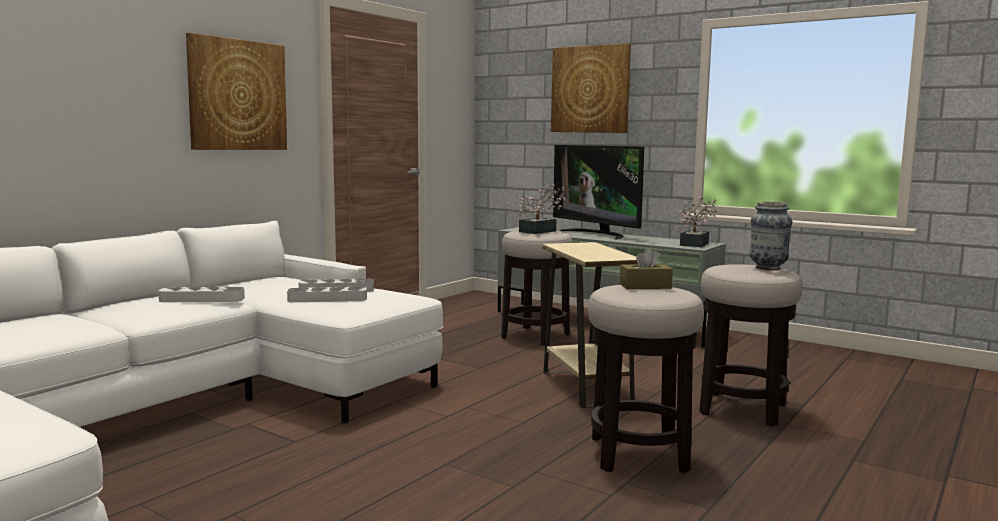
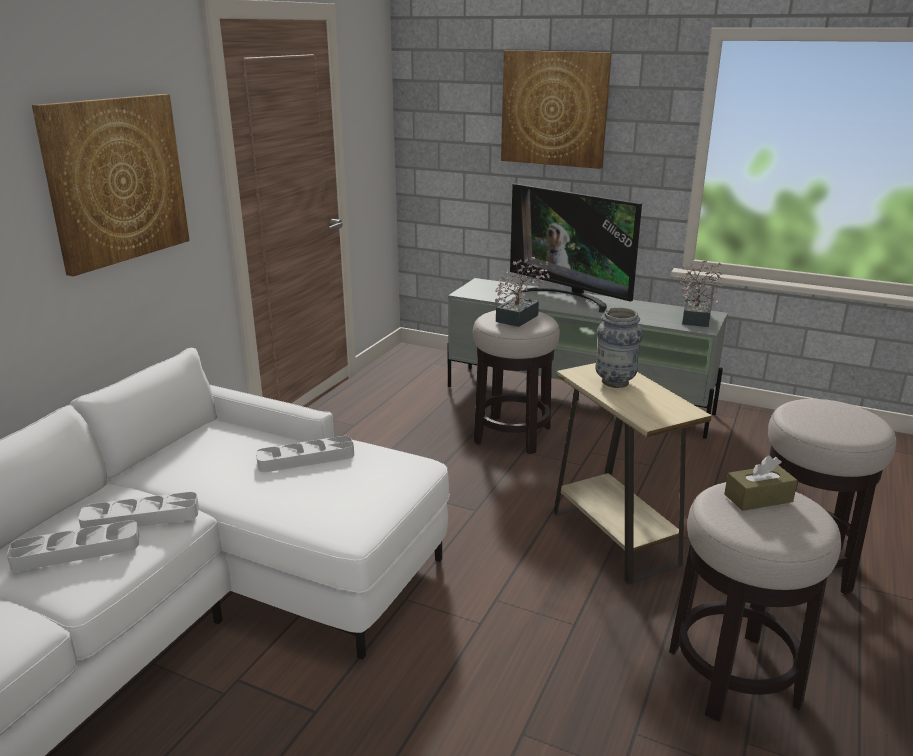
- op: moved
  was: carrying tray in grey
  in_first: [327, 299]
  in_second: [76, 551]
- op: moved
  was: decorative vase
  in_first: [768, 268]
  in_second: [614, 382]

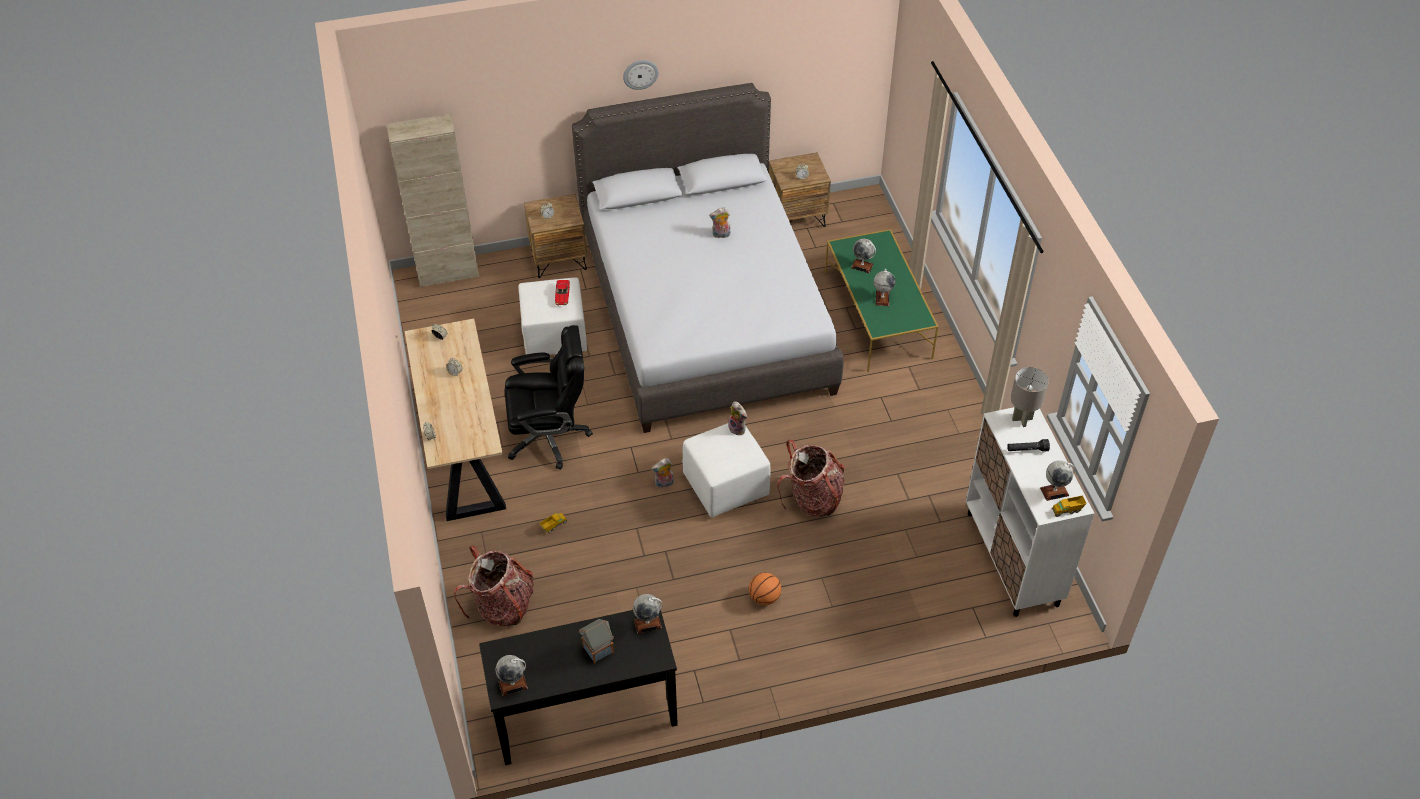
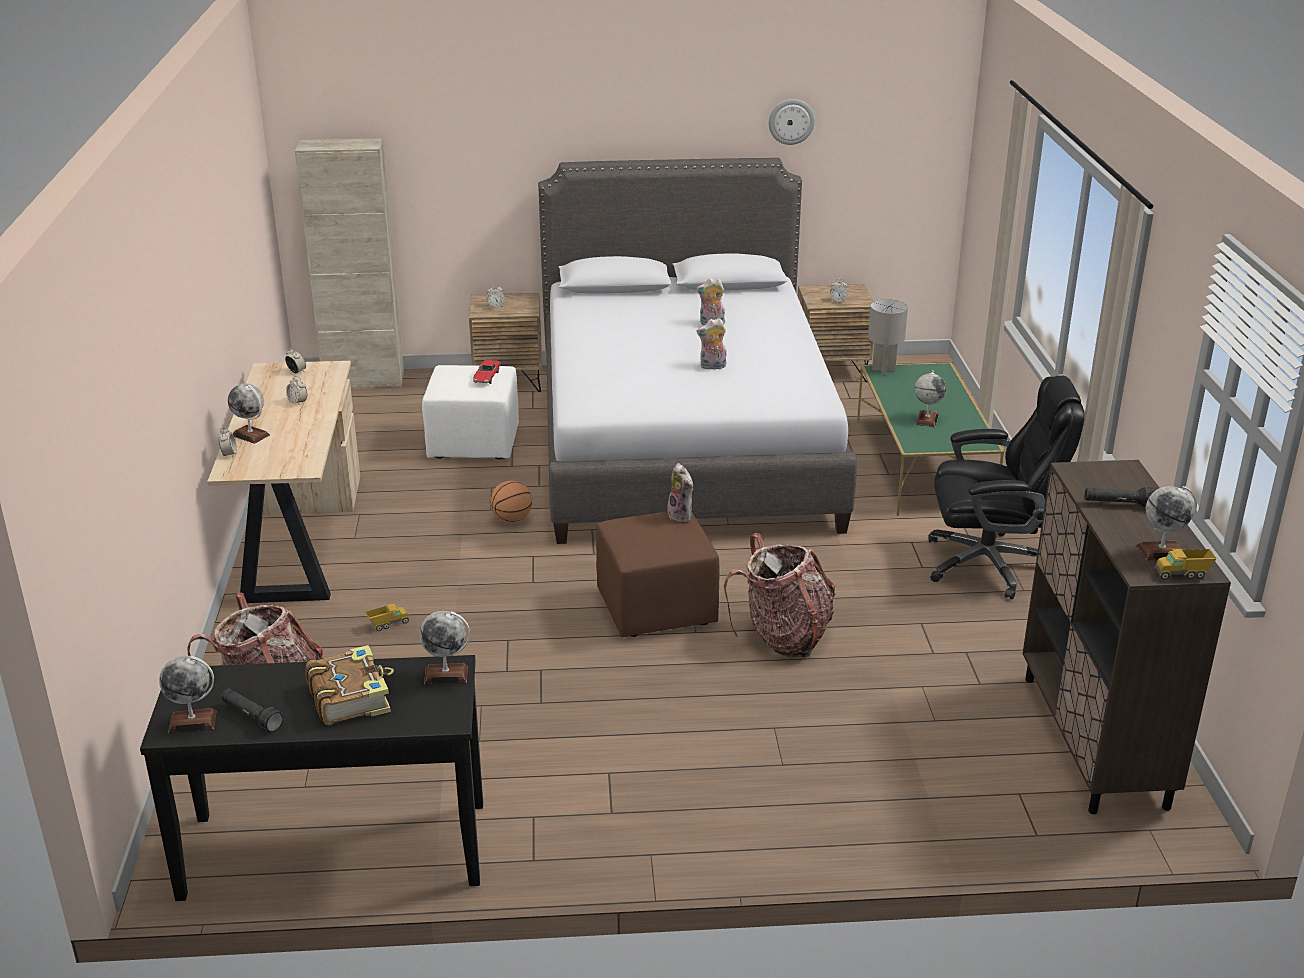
- op: added
  now: flashlight in black-coloured
  in_second: [251, 717]
- op: moved
  was: globe
  in_first: [862, 266]
  in_second: [251, 435]
- op: replaced
  was: toy house
  now: bound book
  in_first: [597, 650]
  in_second: [350, 697]
- op: moved
  was: basketball ball
  in_first: [764, 598]
  in_second: [512, 519]
- op: recoloured
  was: ottoman in white
  now: ottoman in brown-coloured
  in_first: [725, 486]
  in_second: [655, 609]
- op: moved
  was: plush toy
  in_first: [664, 484]
  in_second: [712, 367]
- op: moved
  was: wall clock
  in_first: [640, 74]
  in_second: [791, 121]
- op: moved
  was: table lamp in grey
  in_first: [1021, 419]
  in_second: [883, 369]
- op: moved
  was: computer chair in black-coloured
  in_first: [550, 436]
  in_second: [989, 564]
- op: recoloured
  was: cupboard in white
  now: cupboard in brown-coloured
  in_first: [1012, 559]
  in_second: [1094, 741]

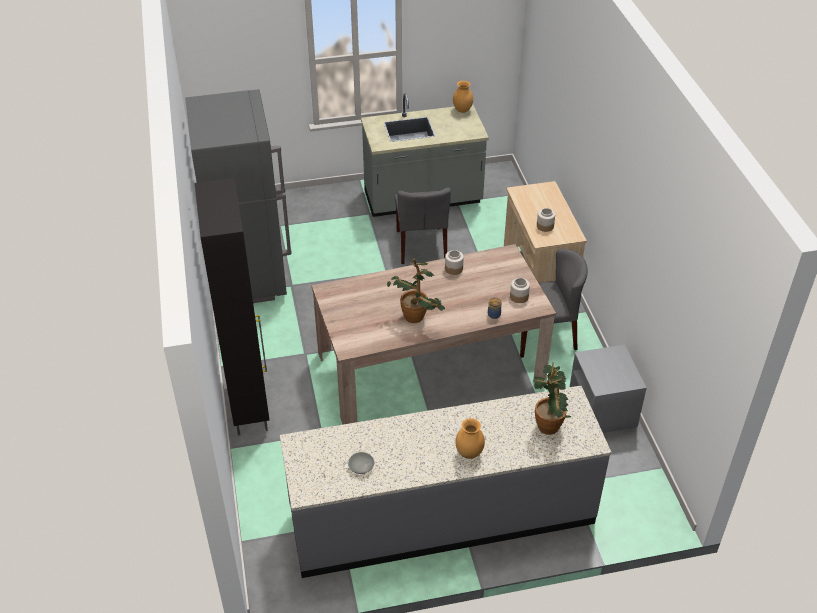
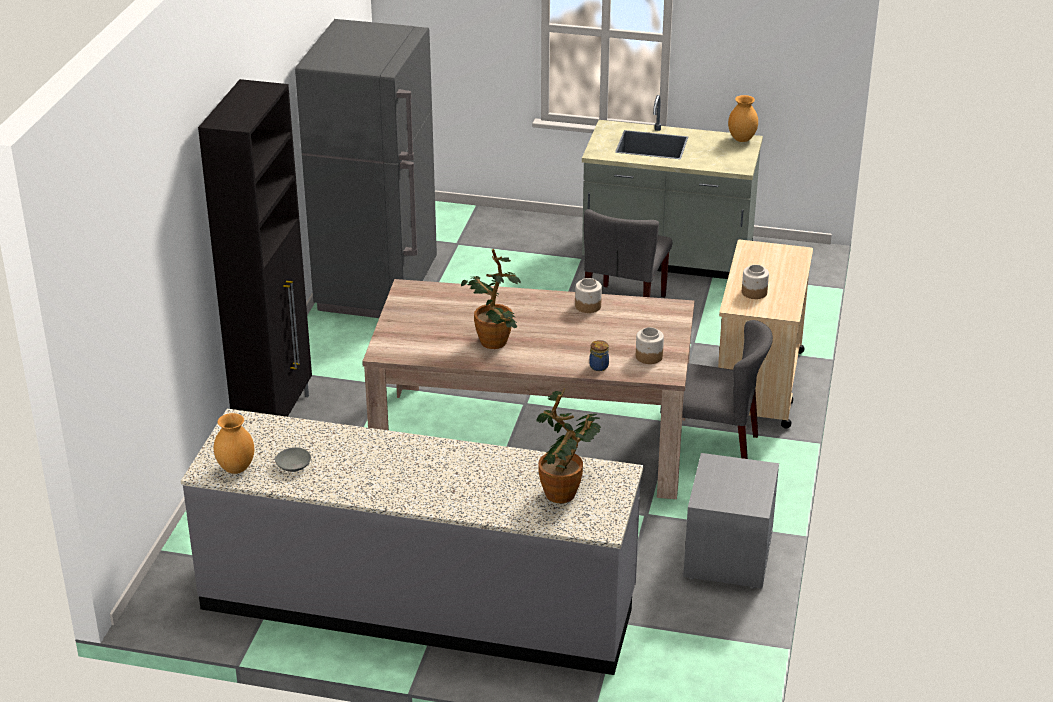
- op: moved
  was: decorative vase in brown-coloured
  in_first: [468, 453]
  in_second: [235, 469]

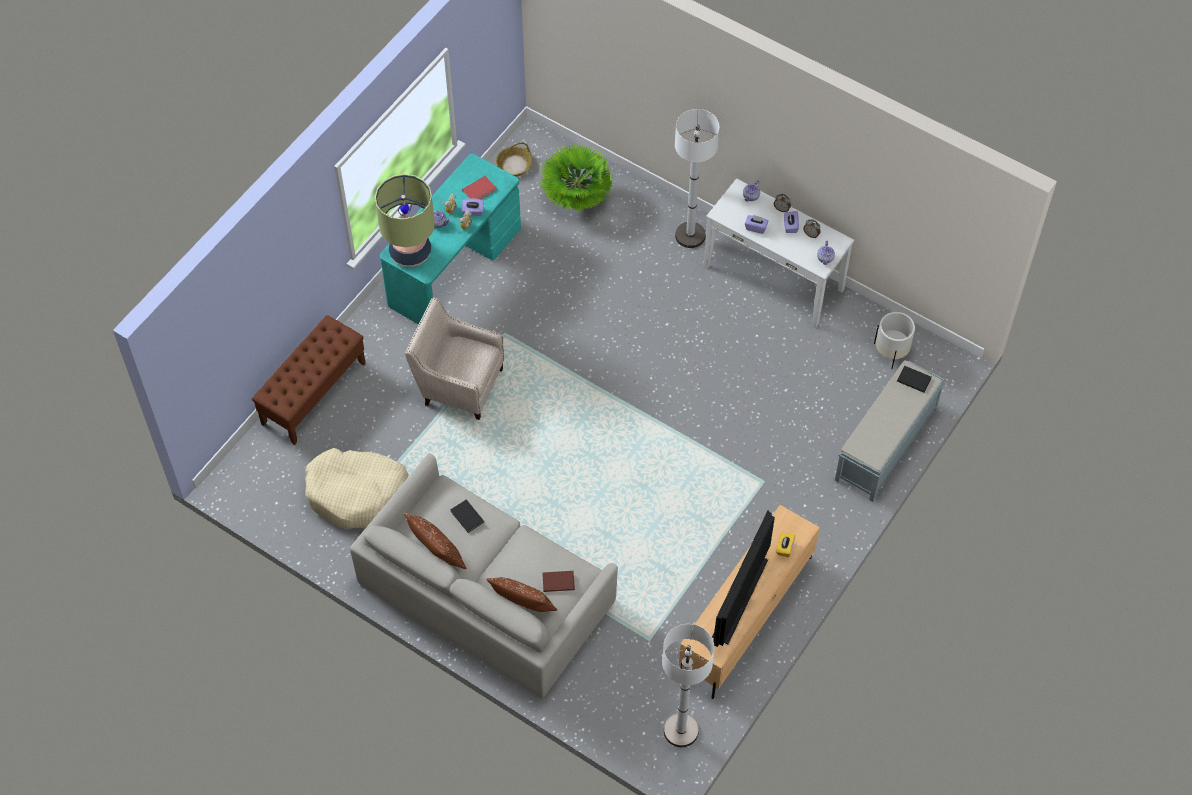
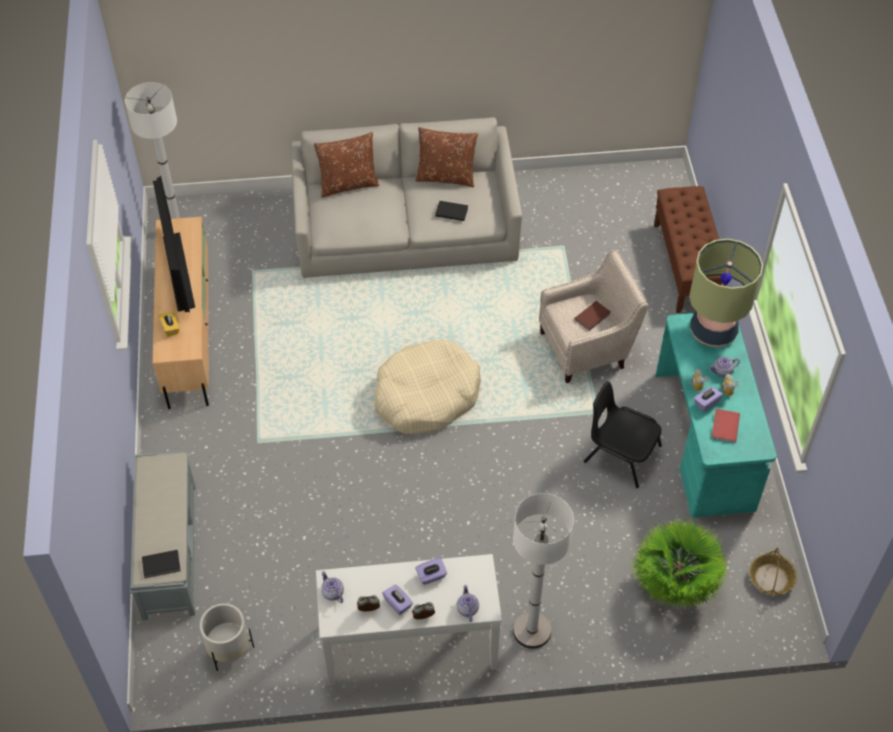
- op: moved
  was: pet bed in sand-coloured
  in_first: [358, 494]
  in_second: [426, 396]
- op: moved
  was: bound book in brown-coloured
  in_first: [558, 581]
  in_second: [593, 317]
- op: added
  now: chair in black-coloured
  in_second: [621, 454]

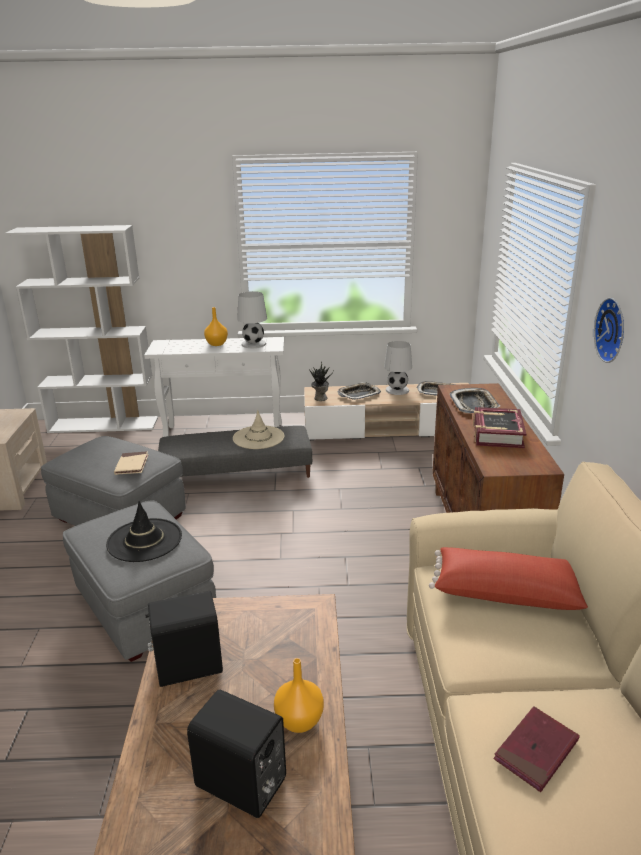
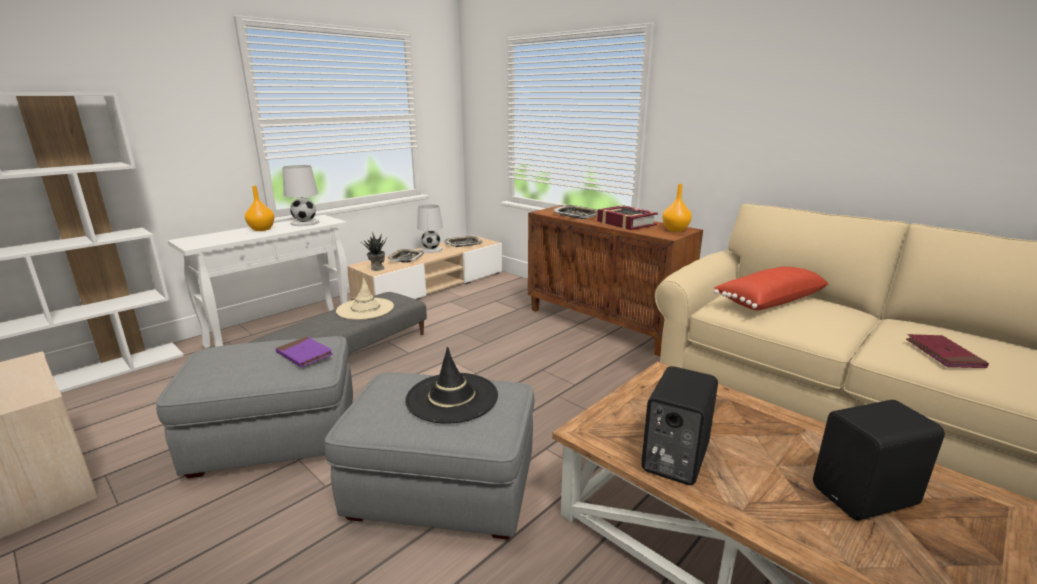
- op: recoloured
  was: bound book in sand-coloured
  now: bound book in purple
  in_first: [132, 465]
  in_second: [304, 354]
- op: moved
  was: decorative vase in orangey
  in_first: [300, 721]
  in_second: [675, 230]
- op: removed
  was: wall clock
  in_first: [613, 330]

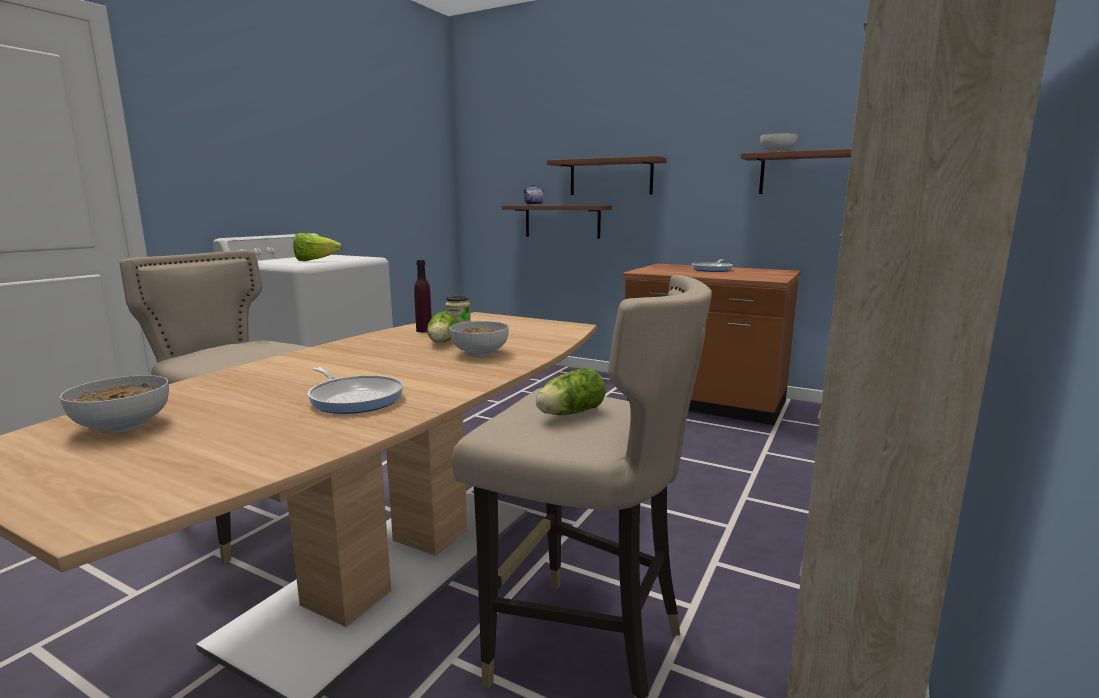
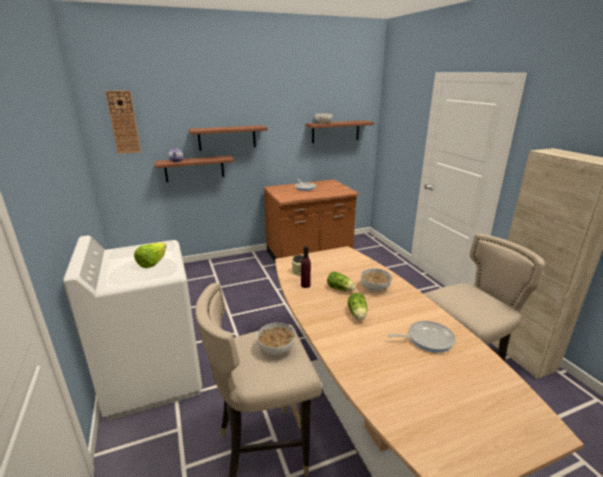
- op: added
  now: wall clock
  in_second: [123, 122]
- op: moved
  was: deep dish
  in_first: [121, 426]
  in_second: [276, 349]
- op: moved
  was: lettuce head
  in_first: [568, 413]
  in_second: [357, 314]

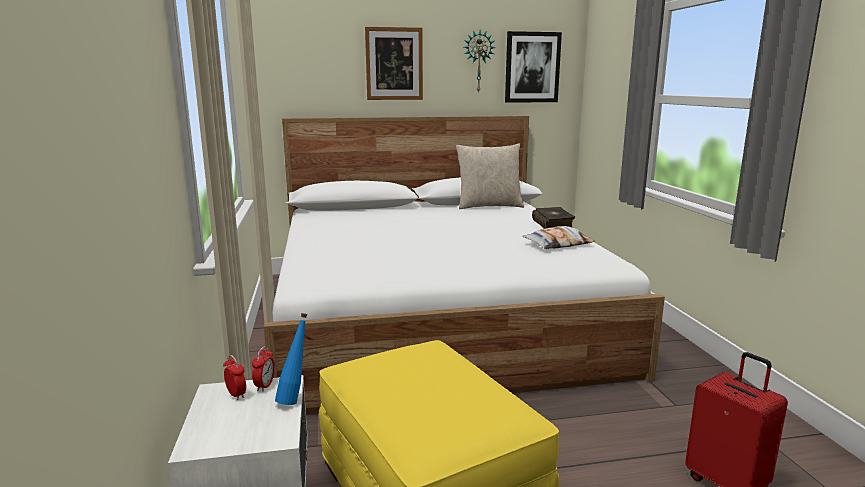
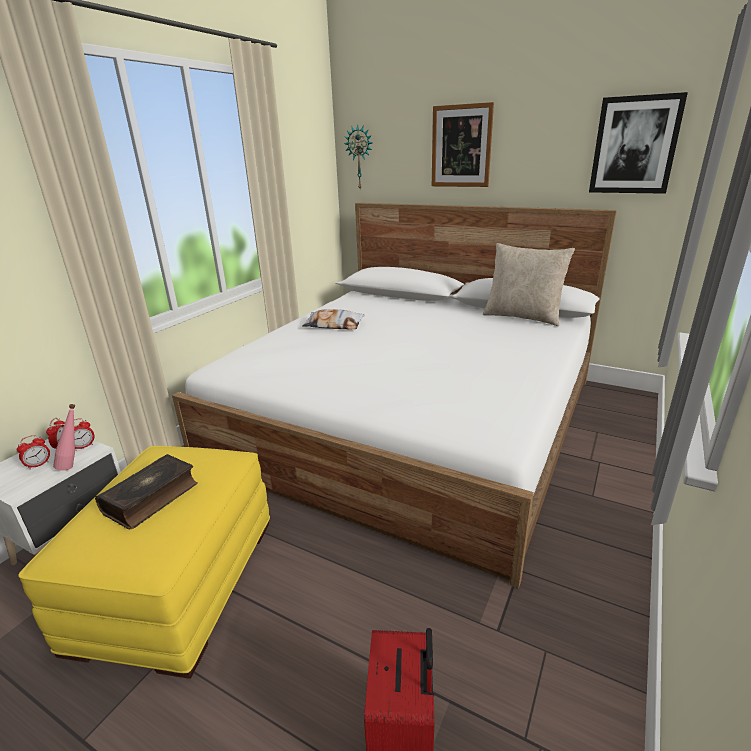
- op: added
  now: table clock
  in_second: [38, 464]
- op: recoloured
  was: bottle in blue
  now: bottle in pink
  in_first: [295, 399]
  in_second: [75, 466]
- op: moved
  was: bound book
  in_first: [553, 226]
  in_second: [152, 498]
- op: moved
  was: throw pillow
  in_first: [558, 244]
  in_second: [334, 325]
- op: moved
  was: wall clock
  in_first: [478, 61]
  in_second: [360, 158]

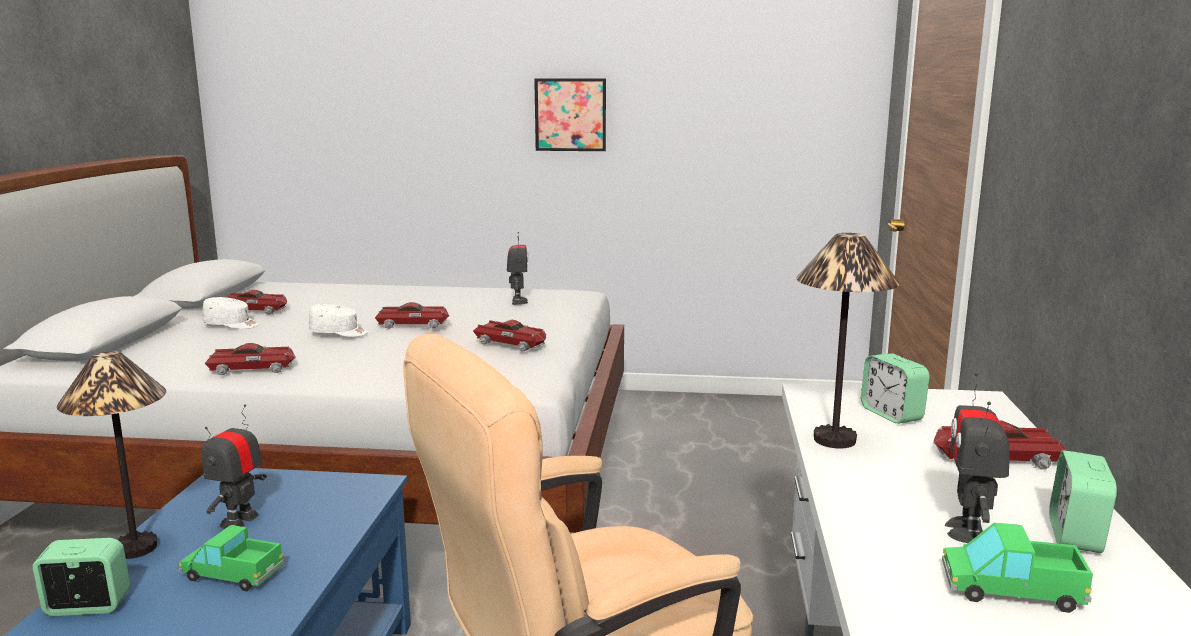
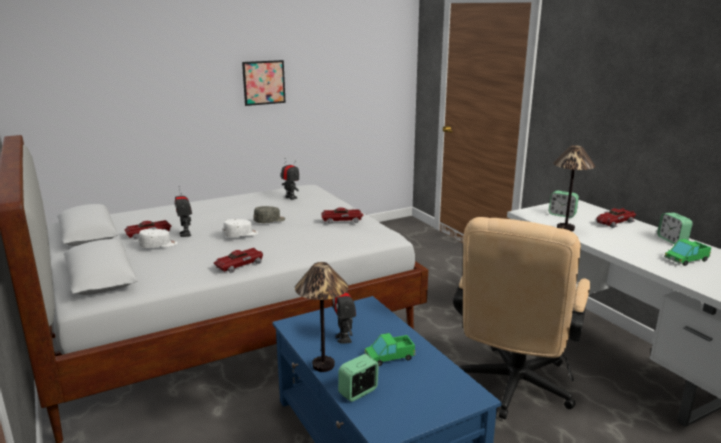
- op: moved
  was: toy robot
  in_first: [968, 532]
  in_second: [186, 234]
- op: replaced
  was: toy car
  now: peaked cap in grey
  in_first: [413, 324]
  in_second: [270, 221]

